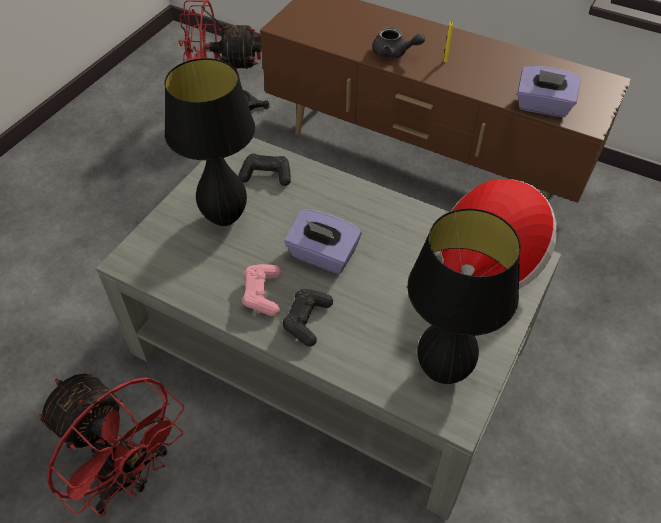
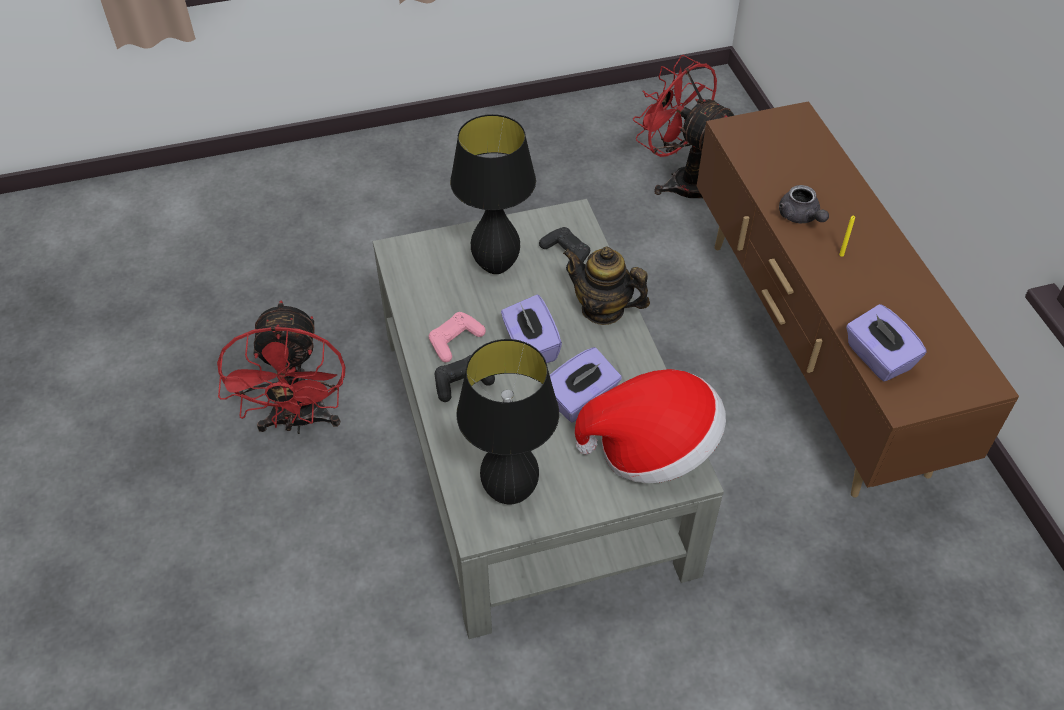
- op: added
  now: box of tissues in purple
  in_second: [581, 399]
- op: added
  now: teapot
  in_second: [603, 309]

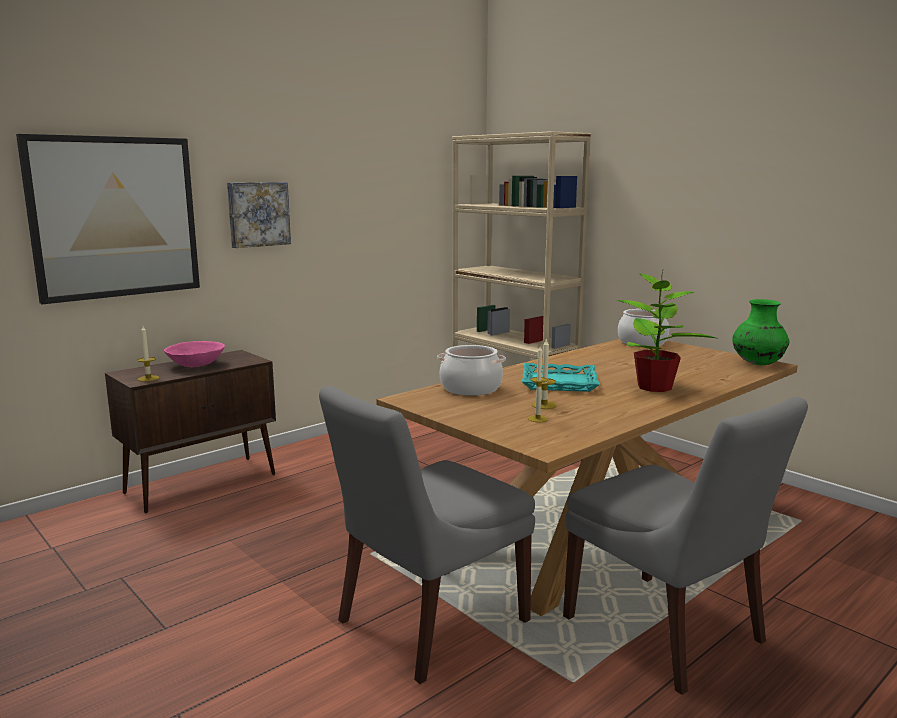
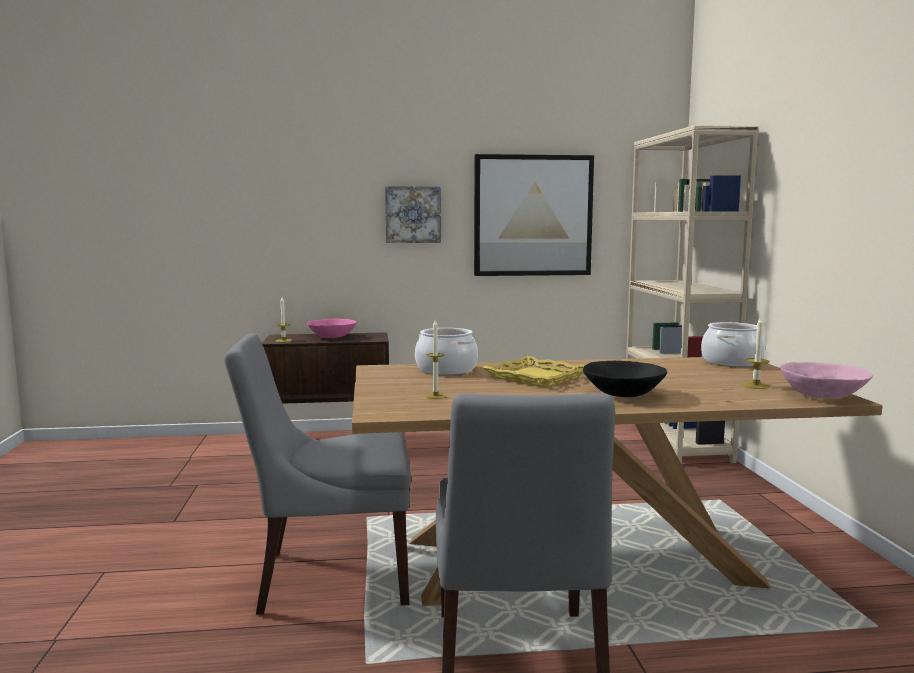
- op: moved
  was: wall picture
  in_first: [114, 217]
  in_second: [532, 215]
- op: recoloured
  was: carrying tray in turquoise
  now: carrying tray in yellowish
  in_first: [559, 383]
  in_second: [536, 378]
- op: replaced
  was: plant in a pot
  now: deep dish in black-coloured
  in_first: [655, 387]
  in_second: [623, 395]
- op: moved
  was: wax candle
  in_first: [544, 405]
  in_second: [755, 385]
- op: replaced
  was: decorative vase in greenish
  now: deep dish in pink
  in_first: [757, 364]
  in_second: [823, 396]

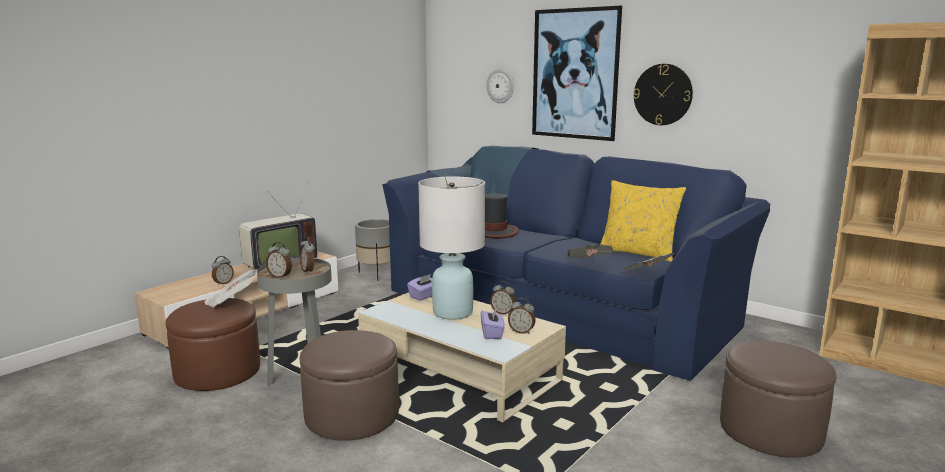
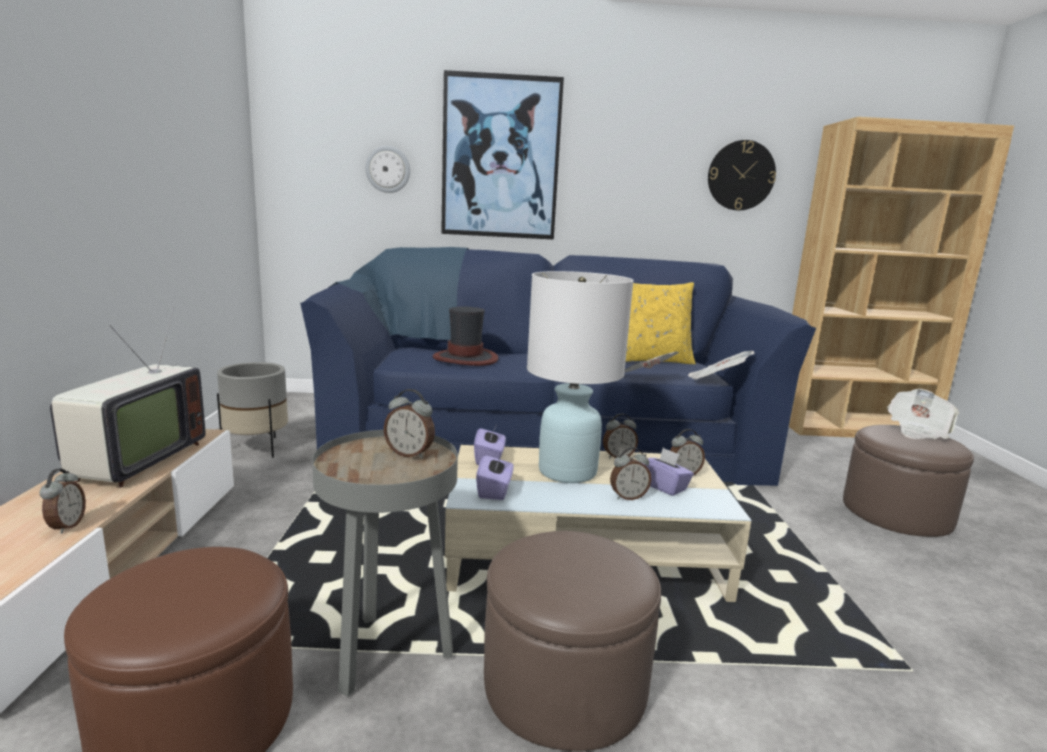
- op: added
  now: box of tissues in purple
  in_second: [494, 491]
- op: moved
  was: table clock
  in_first: [280, 276]
  in_second: [628, 497]
- op: moved
  was: wall clock
  in_first: [662, 94]
  in_second: [741, 175]
- op: moved
  was: newspaper
  in_first: [231, 302]
  in_second: [917, 431]

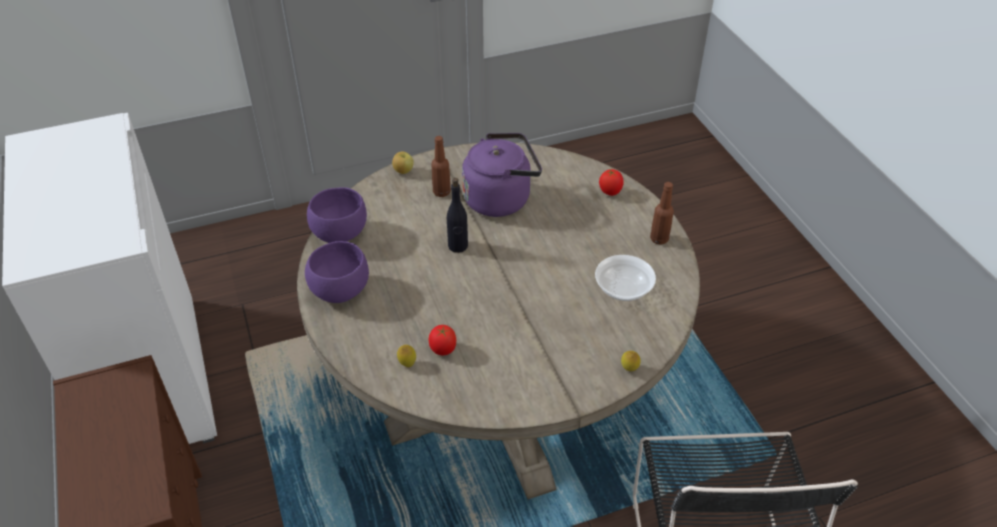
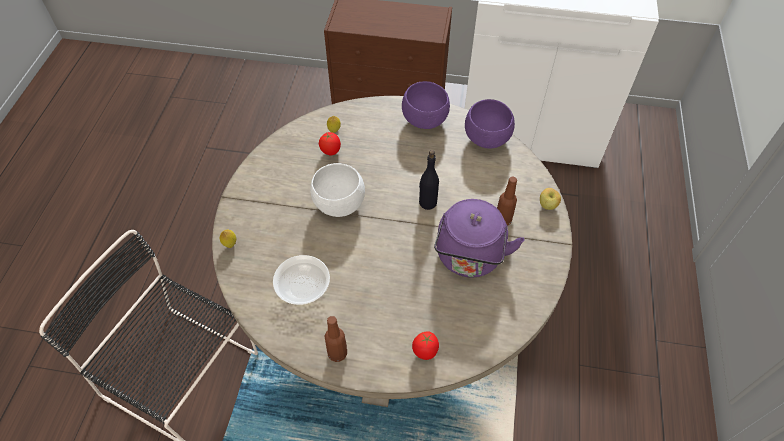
- op: added
  now: deep dish in white
  in_second: [339, 206]

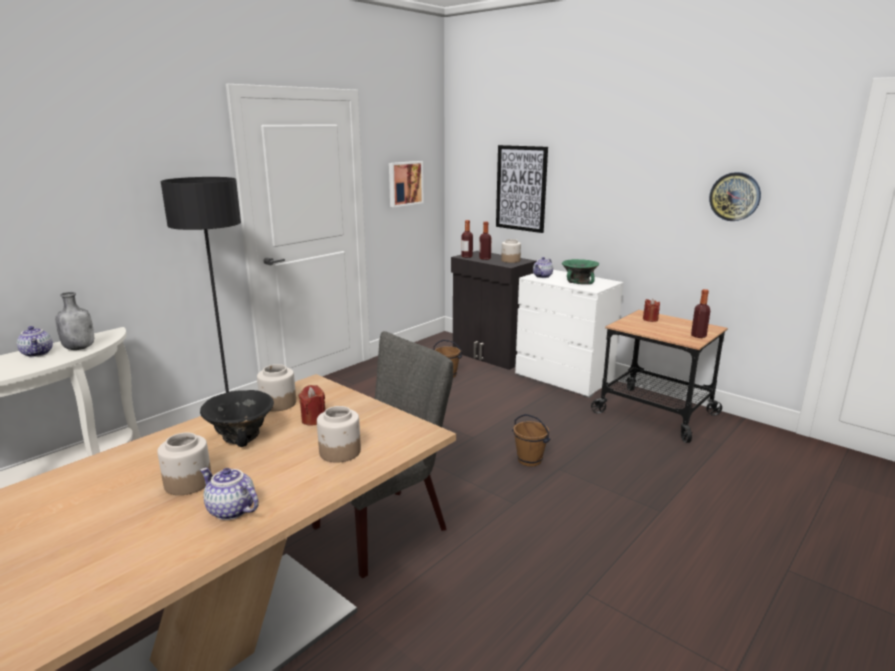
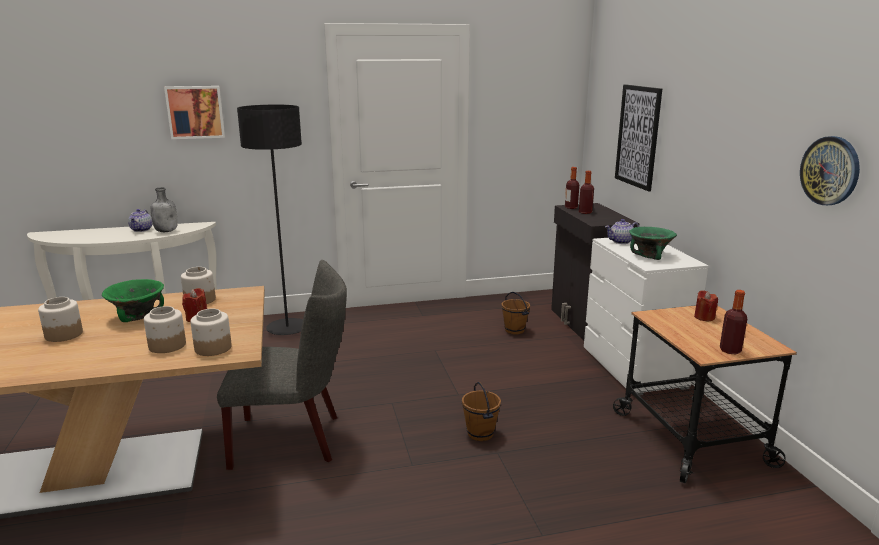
- op: recoloured
  was: deep dish in black-coloured
  now: deep dish in greenish
  in_first: [241, 438]
  in_second: [137, 316]
- op: moved
  was: wall picture
  in_first: [404, 183]
  in_second: [195, 112]
- op: moved
  was: storage jar
  in_first: [510, 260]
  in_second: [212, 348]
- op: removed
  was: teapot
  in_first: [230, 510]

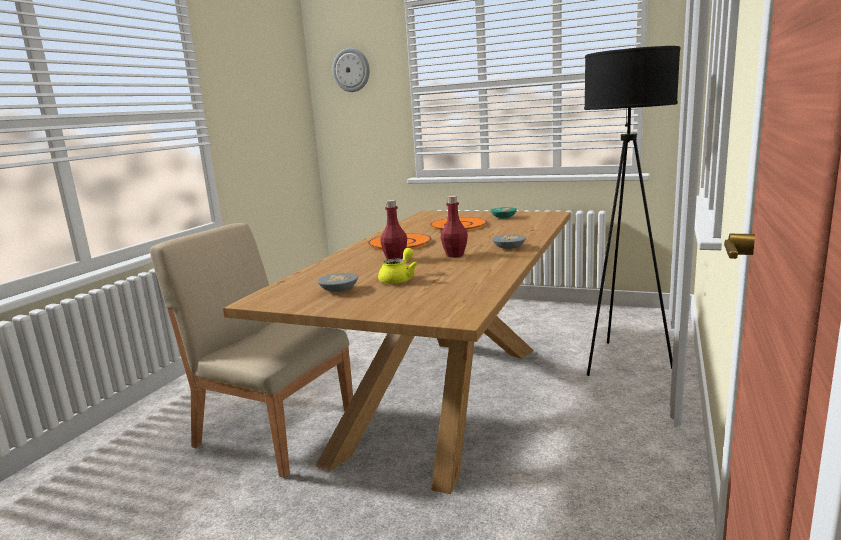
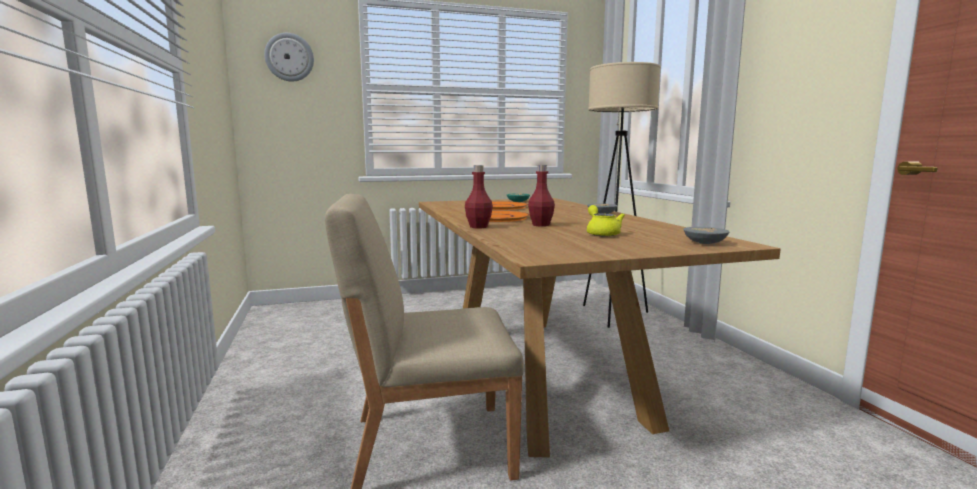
- op: moved
  was: bottle in red
  in_first: [455, 255]
  in_second: [478, 227]
- op: recoloured
  was: floor lamp in black-coloured
  now: floor lamp in sand-coloured
  in_first: [621, 362]
  in_second: [612, 315]
- op: moved
  was: deep dish in grey
  in_first: [338, 290]
  in_second: [703, 242]

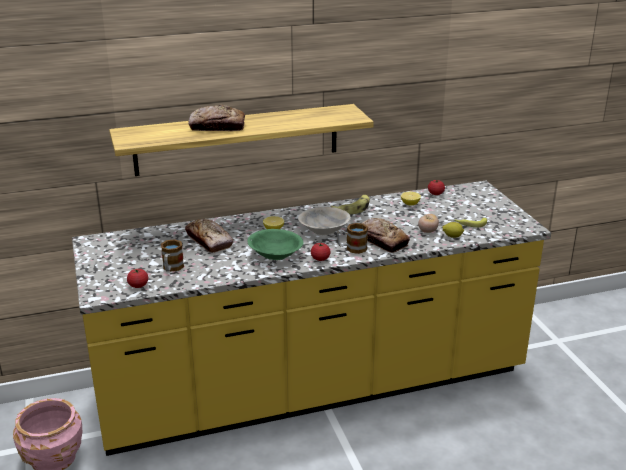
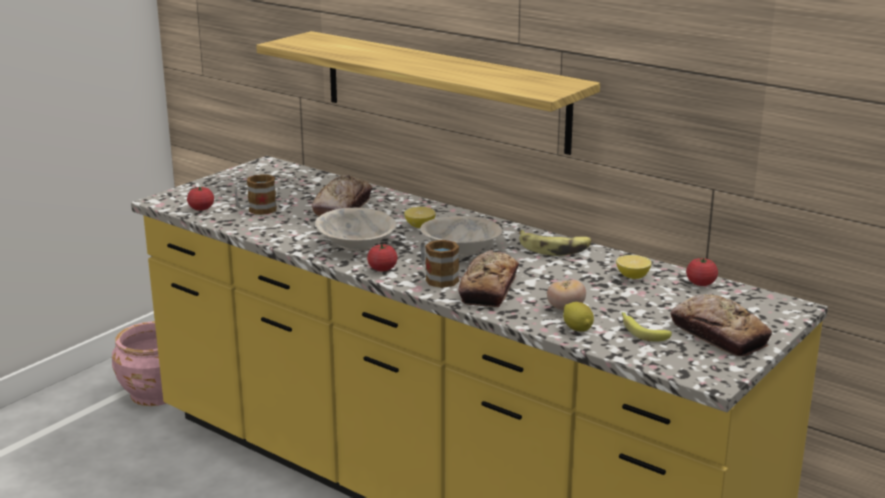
- op: recoloured
  was: deep dish in greenish
  now: deep dish in sand-coloured
  in_first: [275, 255]
  in_second: [356, 245]
- op: moved
  was: bread
  in_first: [217, 126]
  in_second: [718, 335]

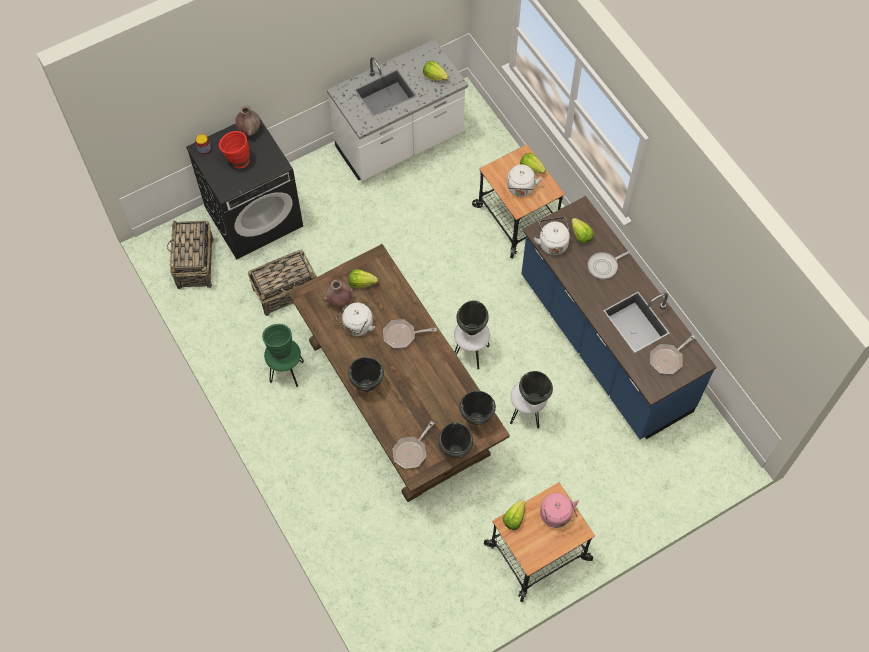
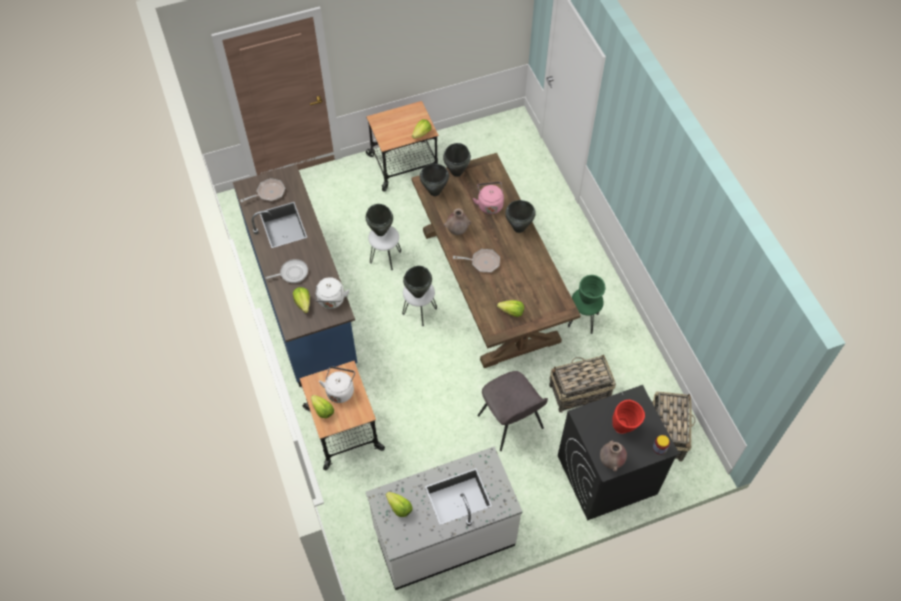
- op: moved
  was: decorative vase in brown-coloured
  in_first: [339, 301]
  in_second: [457, 230]
- op: moved
  was: kettle in pink
  in_first: [556, 516]
  in_second: [489, 204]
- op: added
  now: chair in grey
  in_second: [511, 423]
- op: removed
  was: kettle in white
  in_first: [357, 327]
- op: removed
  was: frying pan
  in_first: [411, 451]

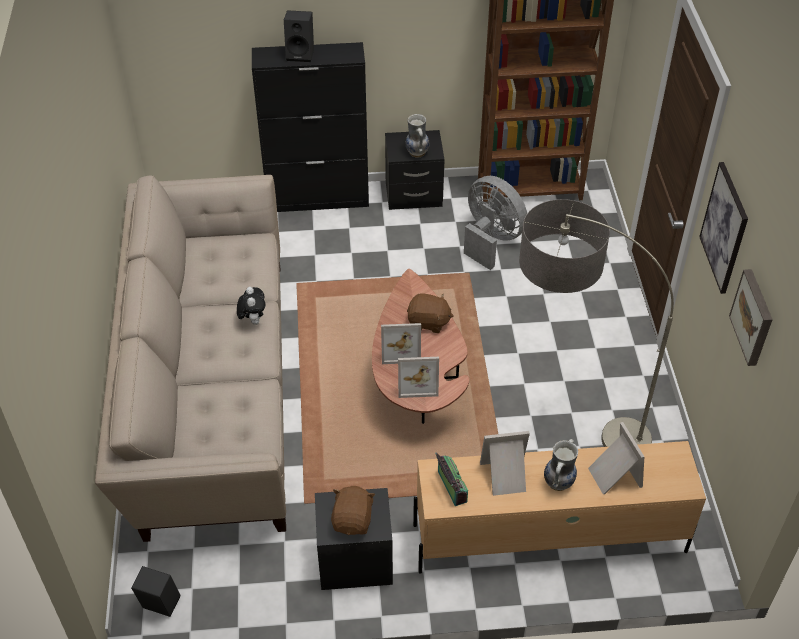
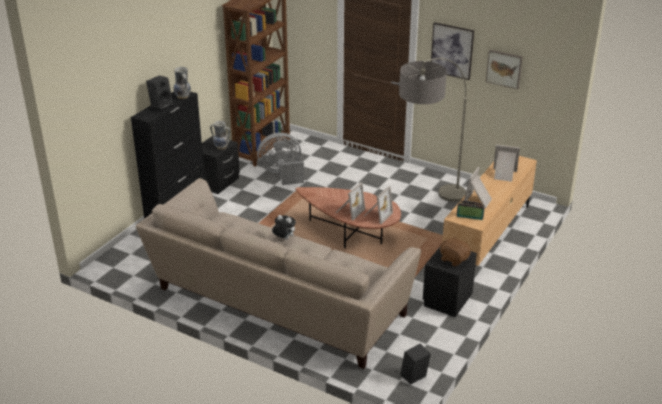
- op: moved
  was: decorative vase
  in_first: [559, 483]
  in_second: [183, 96]
- op: removed
  was: plush toy in brown-coloured
  in_first: [428, 322]

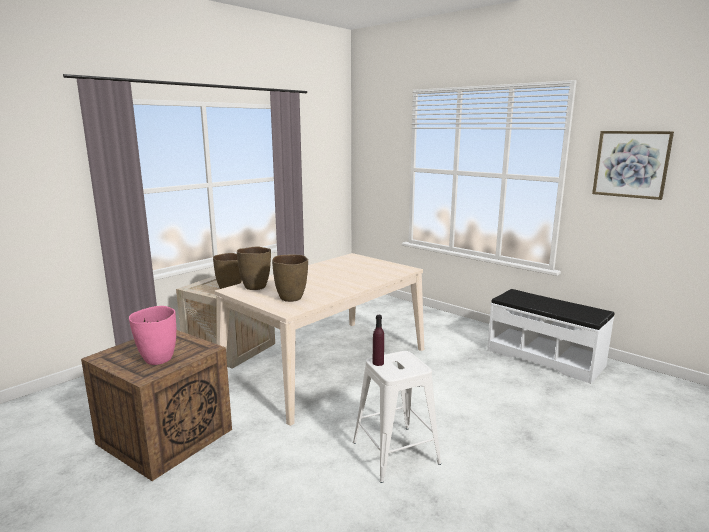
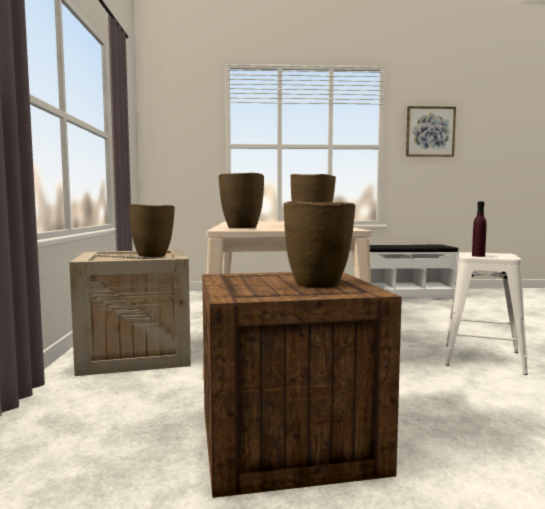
- op: recoloured
  was: decorative vase in pink
  now: decorative vase in brown-coloured
  in_first: [158, 359]
  in_second: [318, 284]

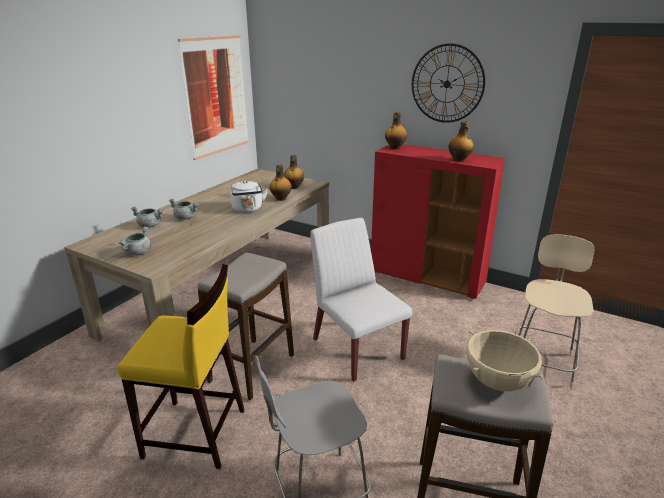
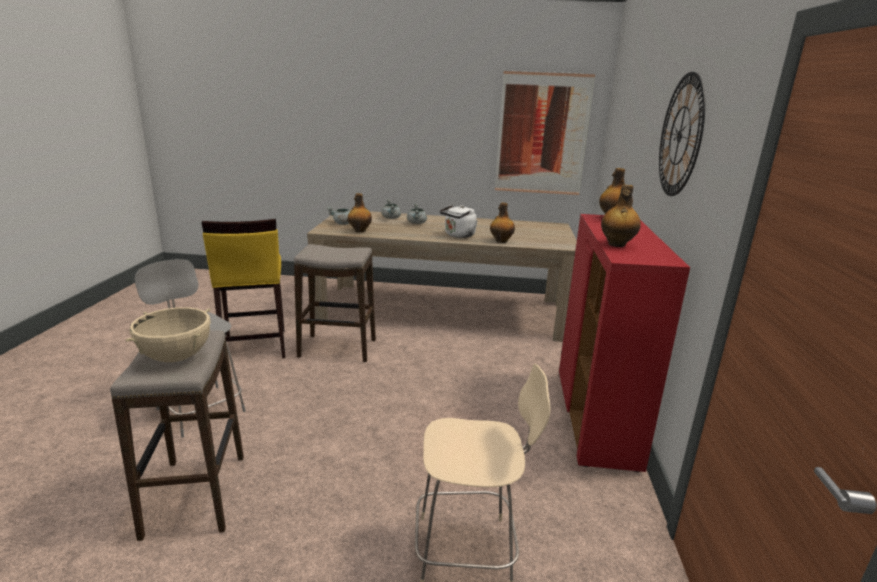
- op: moved
  was: bottle
  in_first: [294, 187]
  in_second: [359, 231]
- op: removed
  was: chair in white
  in_first: [357, 348]

